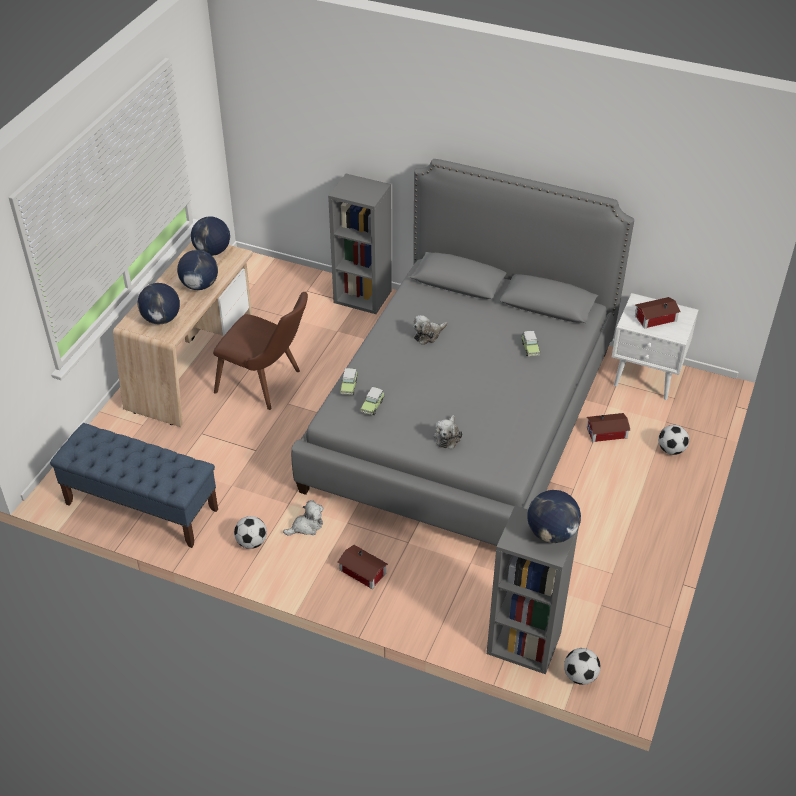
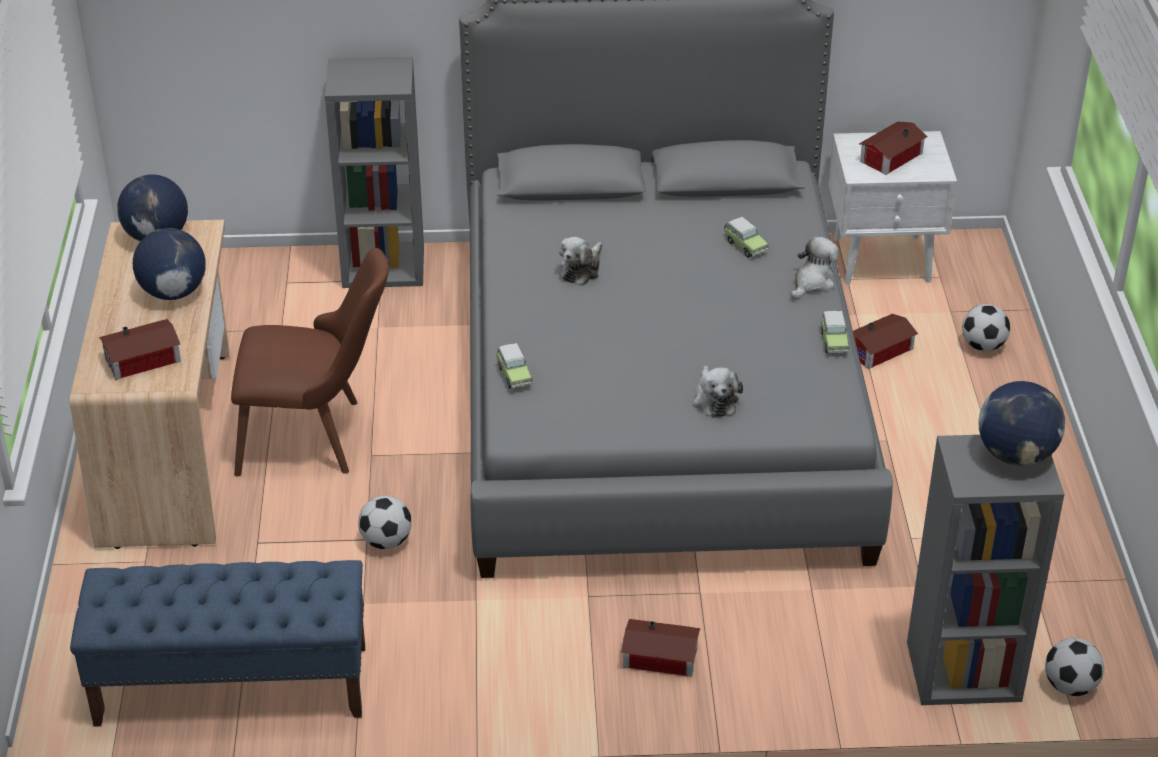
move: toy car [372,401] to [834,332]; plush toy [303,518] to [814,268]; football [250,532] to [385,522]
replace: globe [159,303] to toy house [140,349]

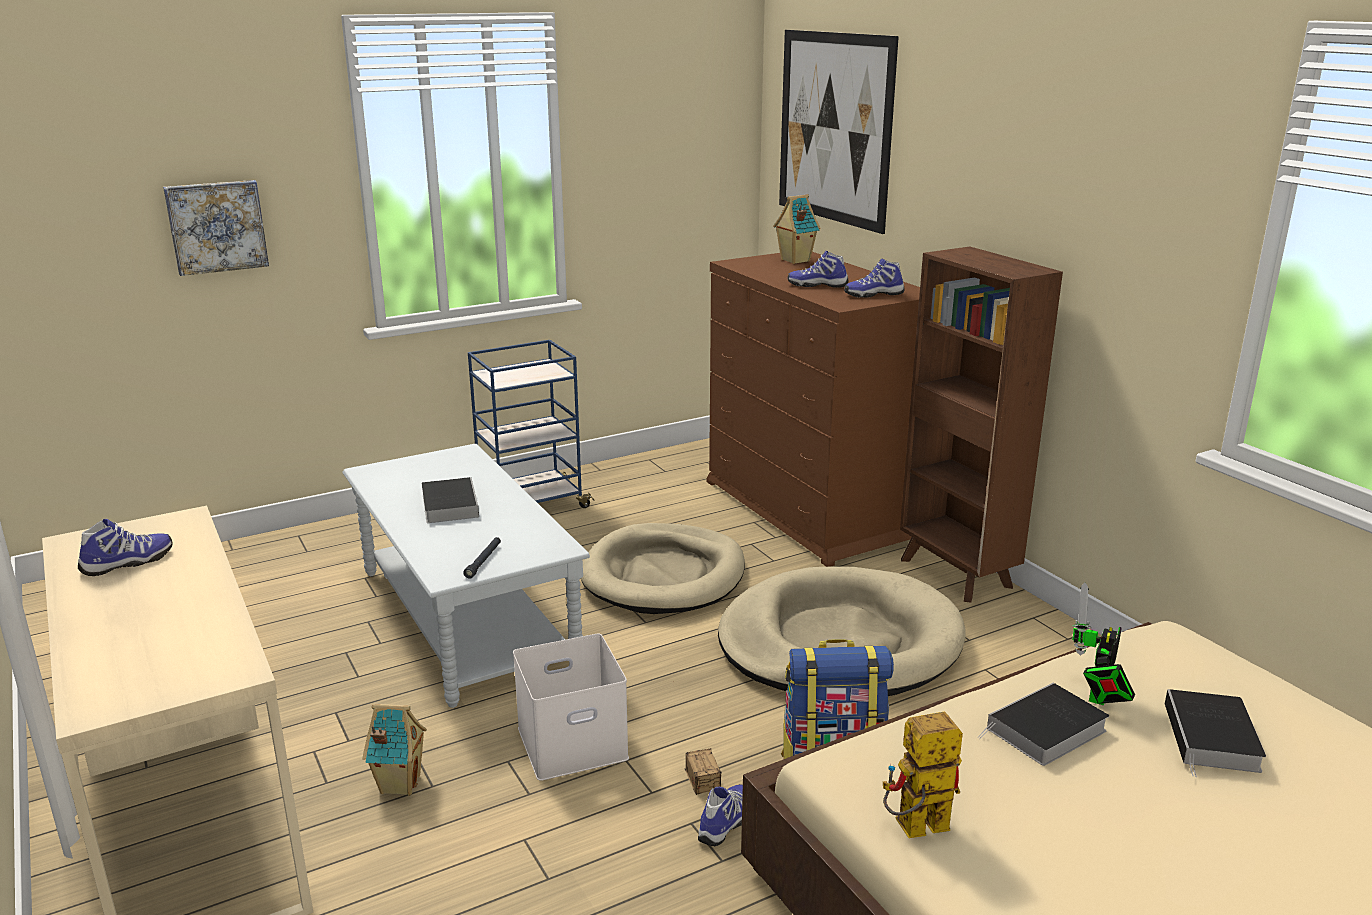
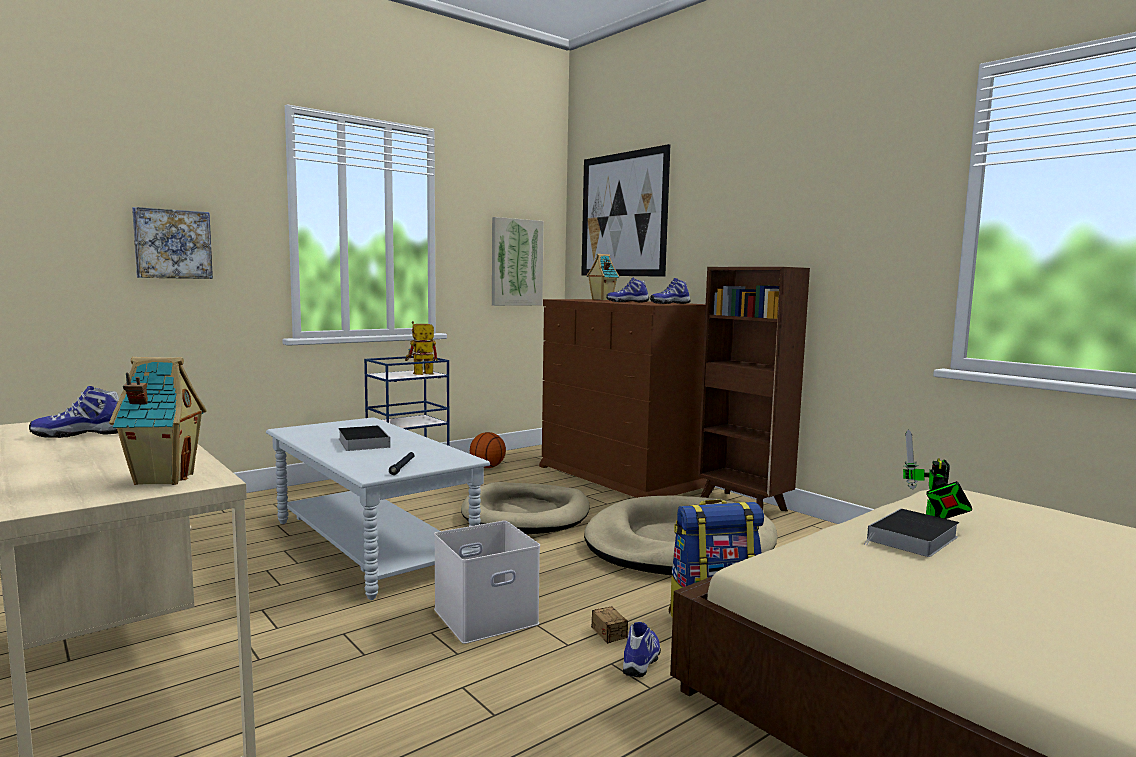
delete: book [1215,733]
insert: picture [518,261]; basketball [488,450]
move: toy house [394,750] to [158,421]; toy robot [923,774] to [421,348]
rotate: shoe [125,547] = [74,412] 150 degrees counterclockwise

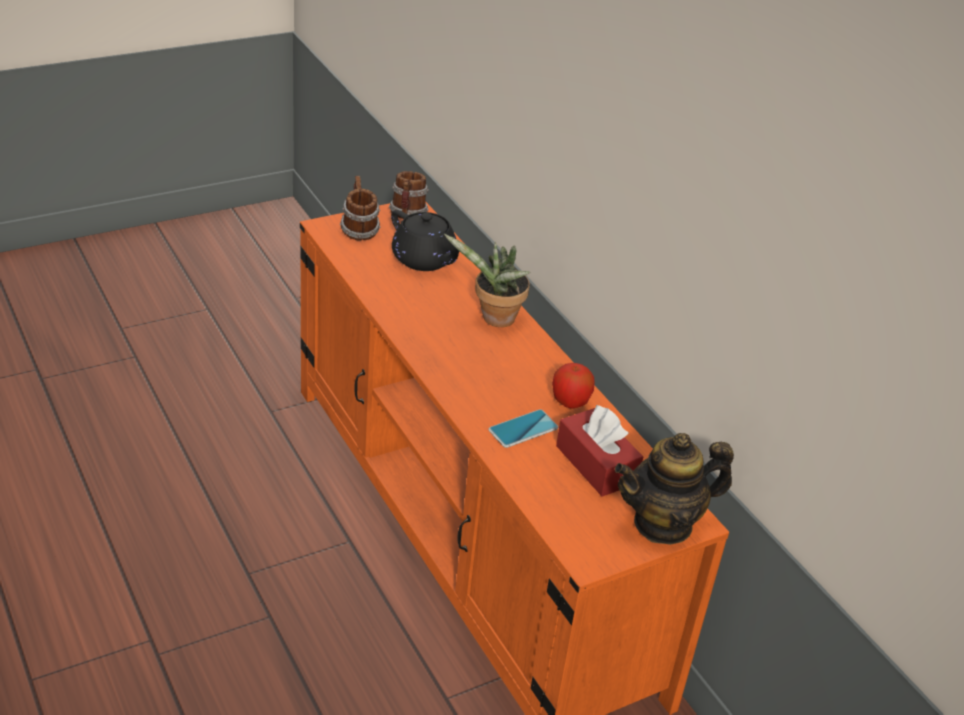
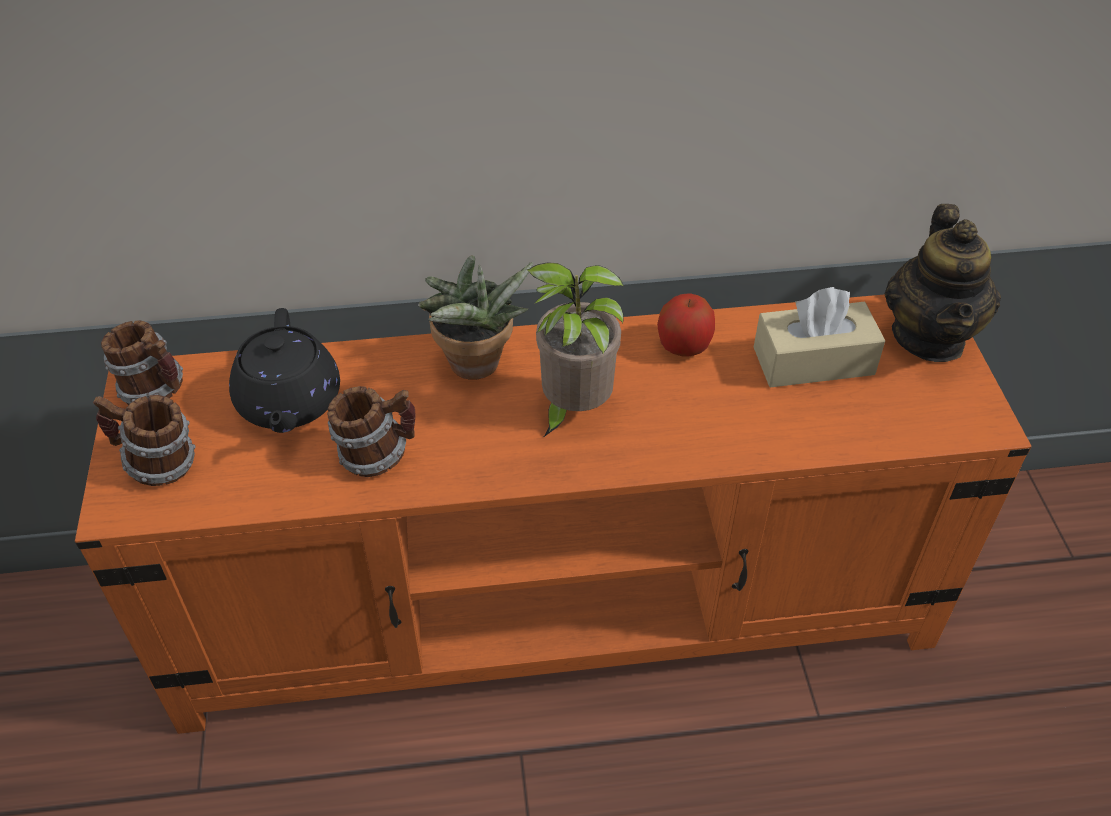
delete: phone [523,428]
insert: potted plant [575,350]; mug [371,431]
recolor: tissue box/red [599,451] to tissue box/beige [819,337]
rotate: teapot/black [425,240] = [284,370] 105 degrees clockwise

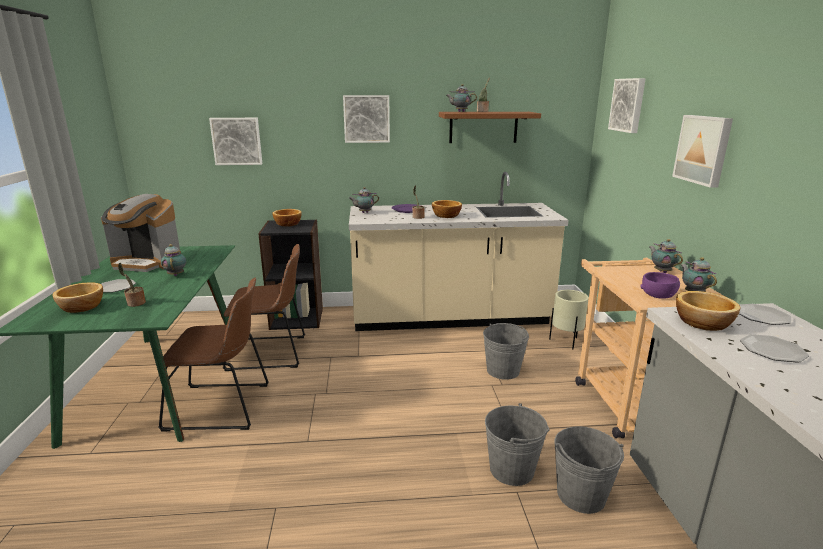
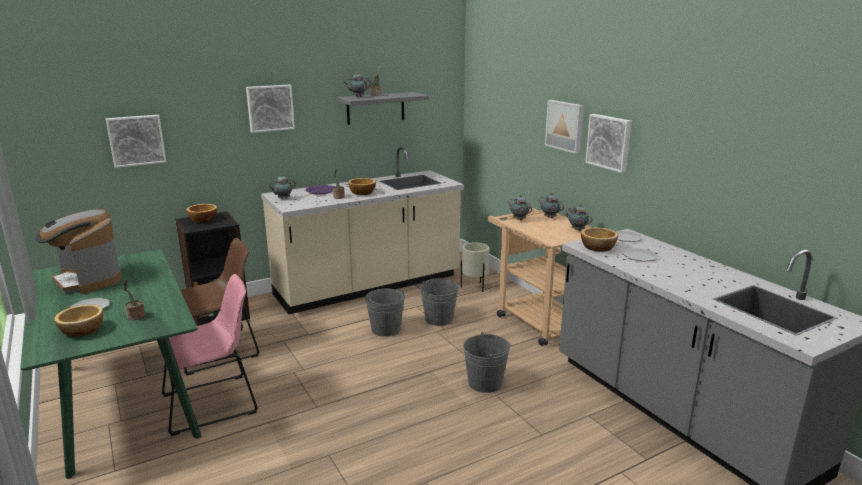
delete: bowl/purple [660,285]
move: picture [627,105] to [608,143]; teapot [173,260] to [519,207]; bucket/grey [589,470] to [385,313]
recolor: shelf/brown [490,127] to shelf/grey [382,108]; chair/brown [213,354] to chair/pink [209,355]
rotate: coffee machine [141,233] = [78,251] 60 degrees clockwise

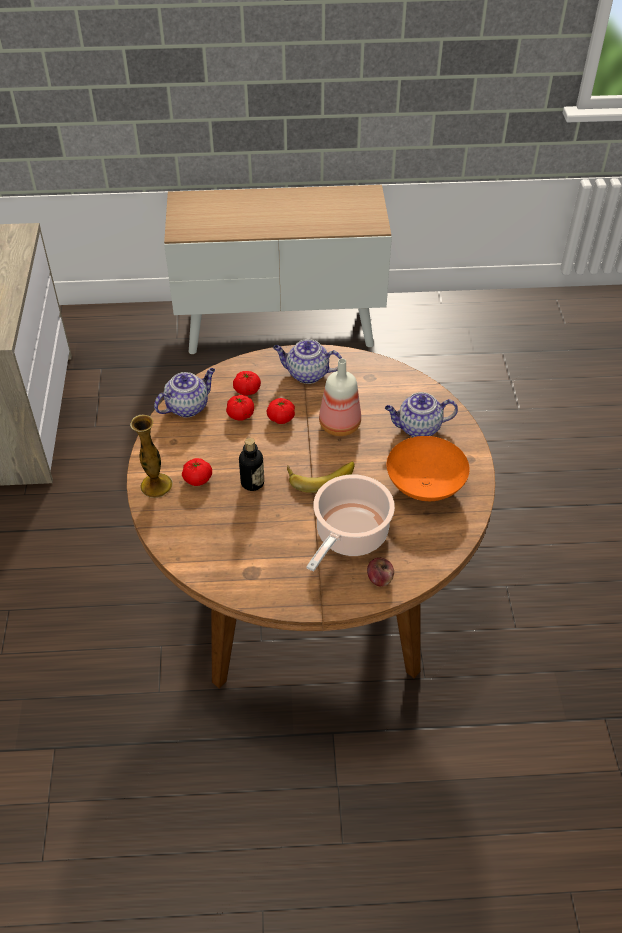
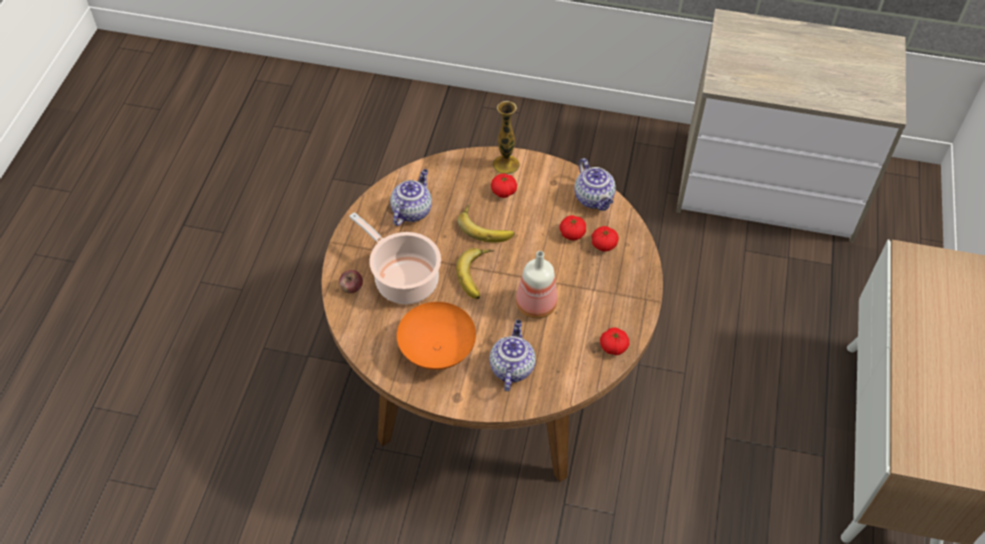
move: teapot [307,361] to [411,197]; tomato [281,411] to [614,341]
replace: bottle [251,464] to banana [486,223]

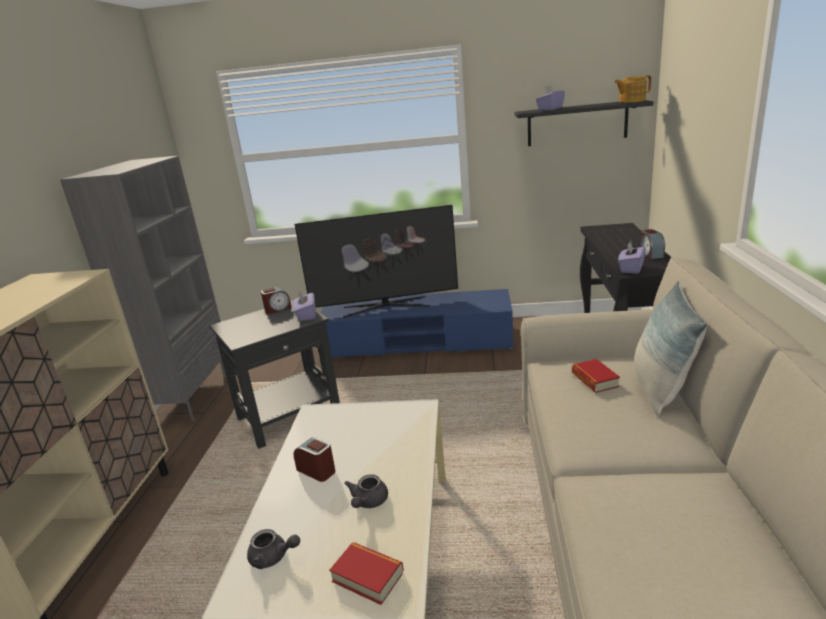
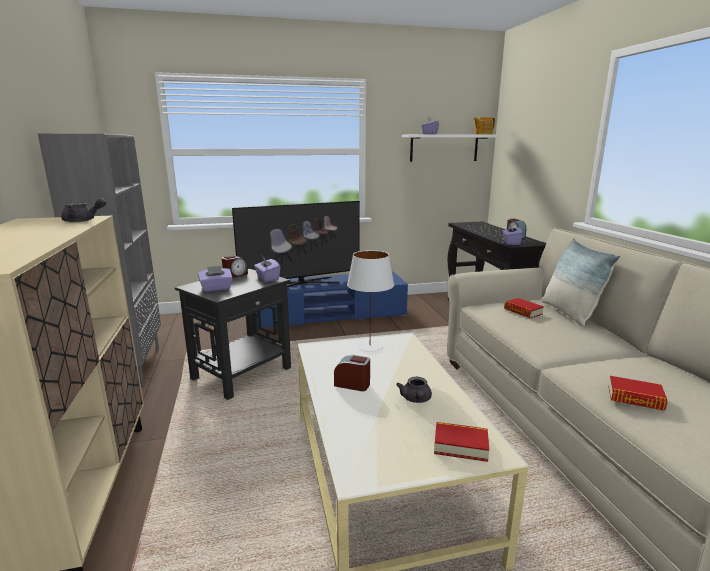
insert: table lamp/white [370,301]; tissue box/purple [215,279]; book [637,393]
move: teapot/grey [273,549] to [83,210]
recolor: shelf/black [583,123] to shelf/white [450,148]

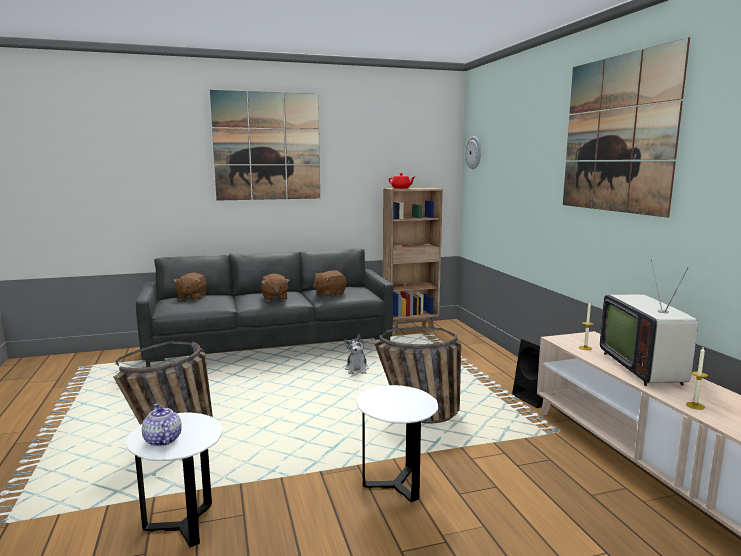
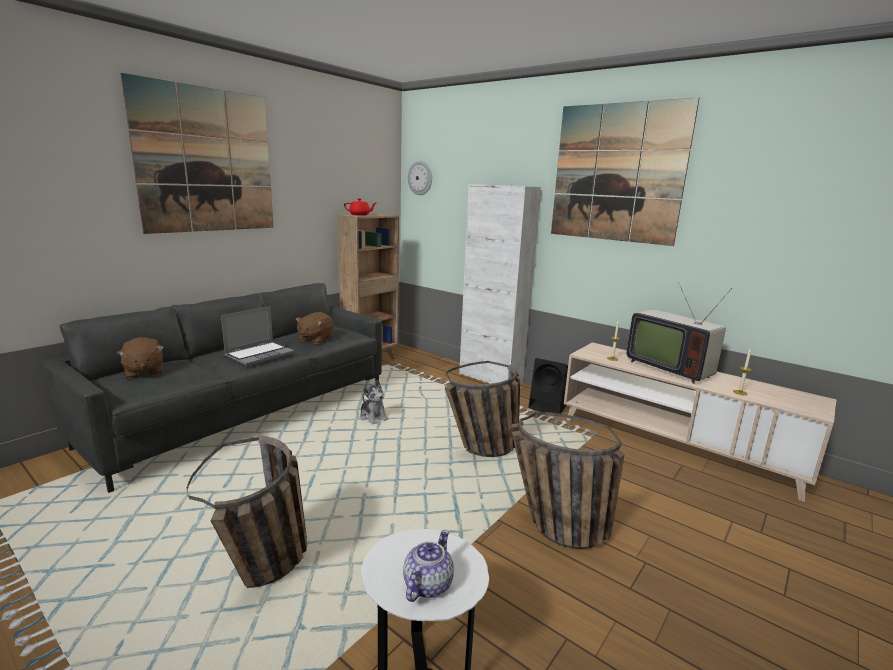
insert: cabinet/white [500,284]
replace: plush toy/brown [275,287] to laptop [257,336]; side table/white [397,443] to basket [568,480]
rotate: teapot [162,425] = [428,566] 90 degrees clockwise

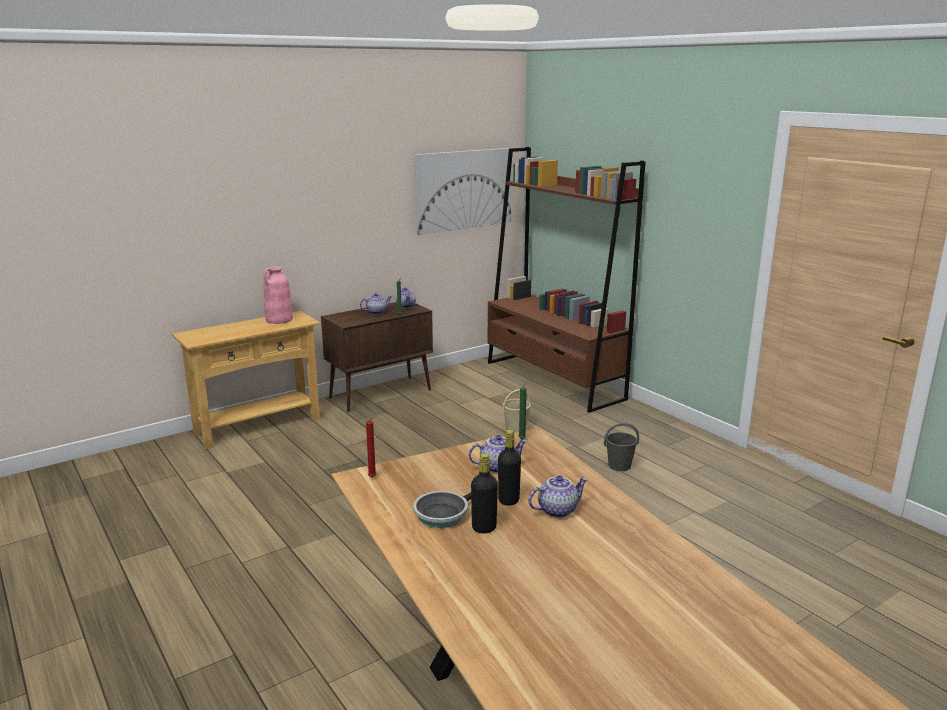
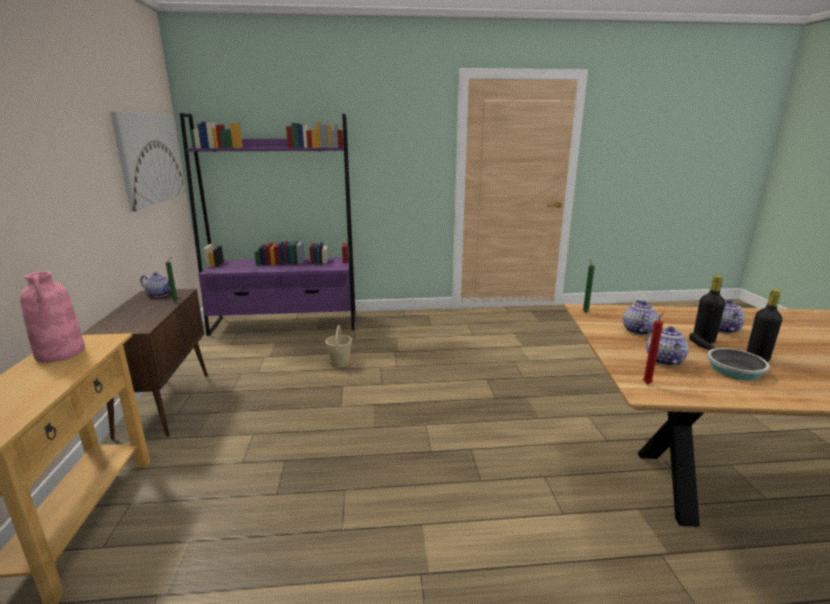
delete: bucket/grey [621,447]
move: teapot [376,304] to [667,346]
recolor: bookcase/brown [566,280] to bookcase/purple [267,224]

